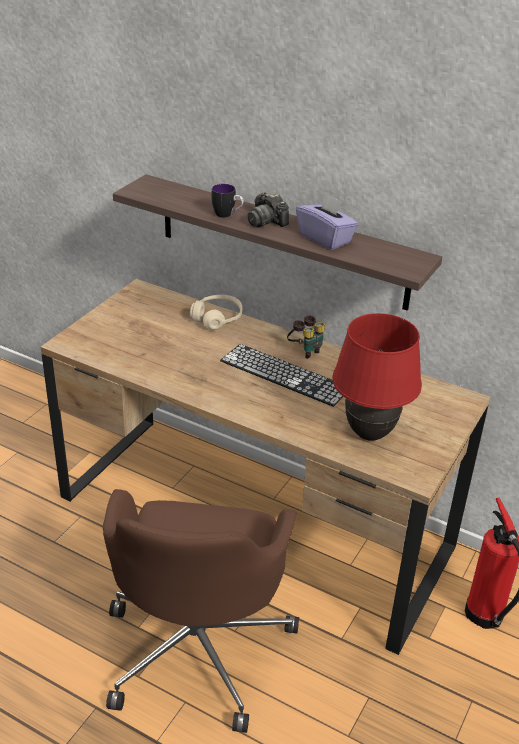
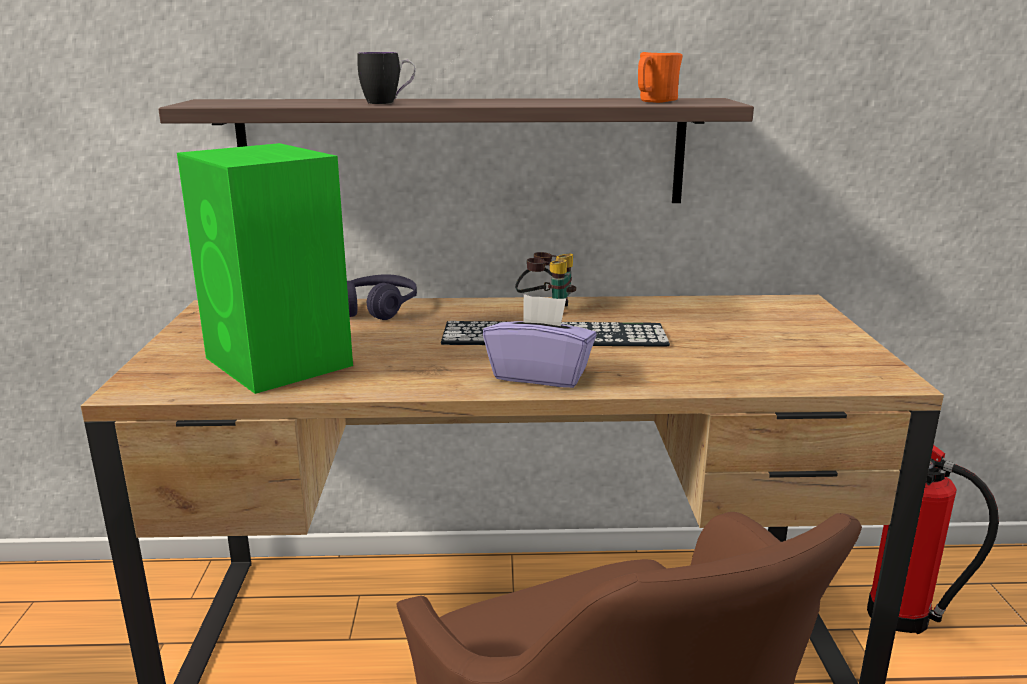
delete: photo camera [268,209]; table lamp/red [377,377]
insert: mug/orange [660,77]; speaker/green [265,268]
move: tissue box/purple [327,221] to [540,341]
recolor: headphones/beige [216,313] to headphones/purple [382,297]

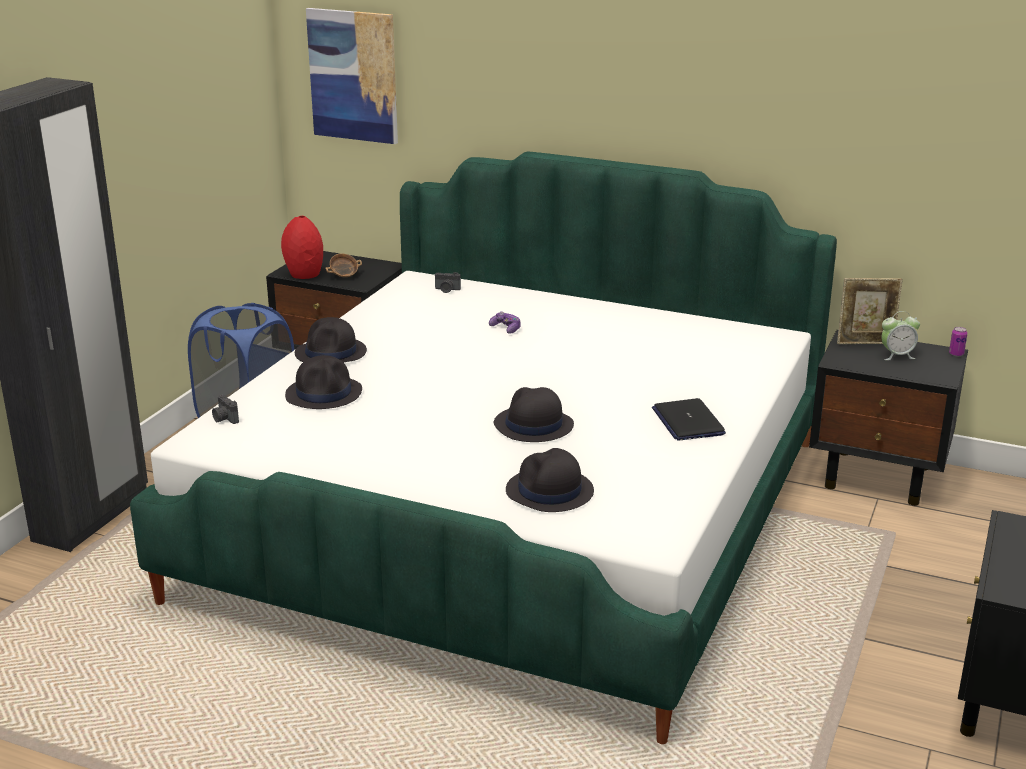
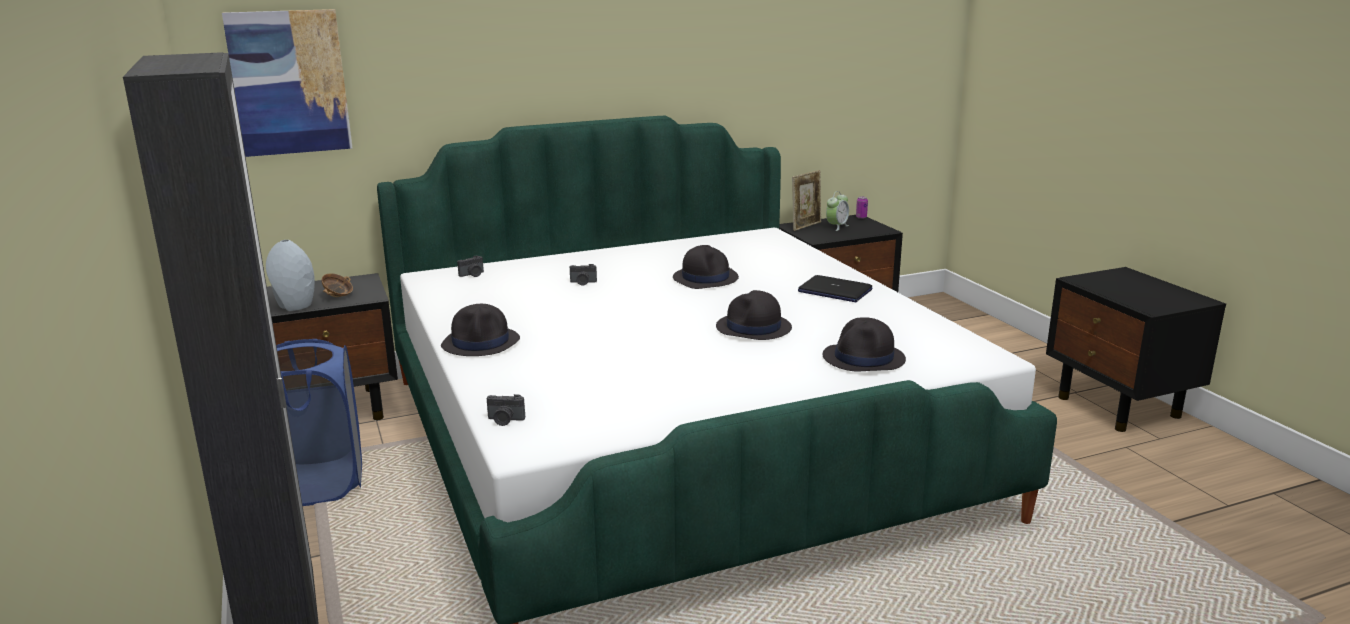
move: hat/black [323,382] to [706,267]
replace: game controller [505,322] to photo camera [583,275]
recolor: vase/red [302,247] to vase/grey [290,275]

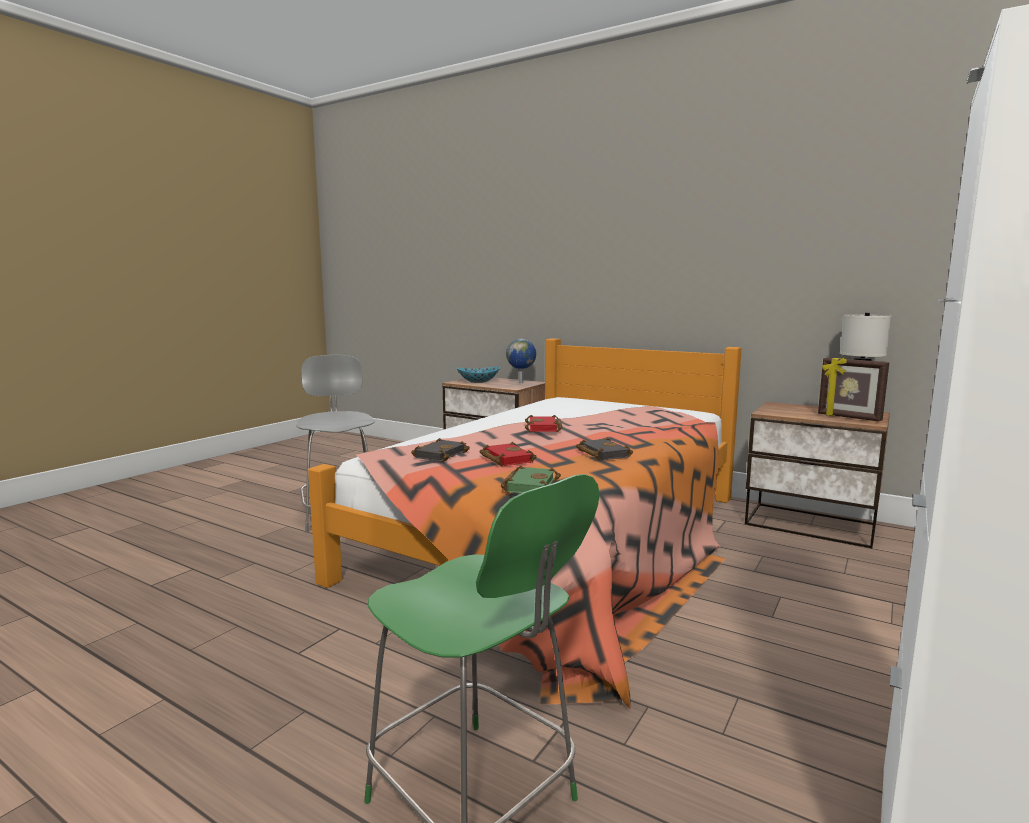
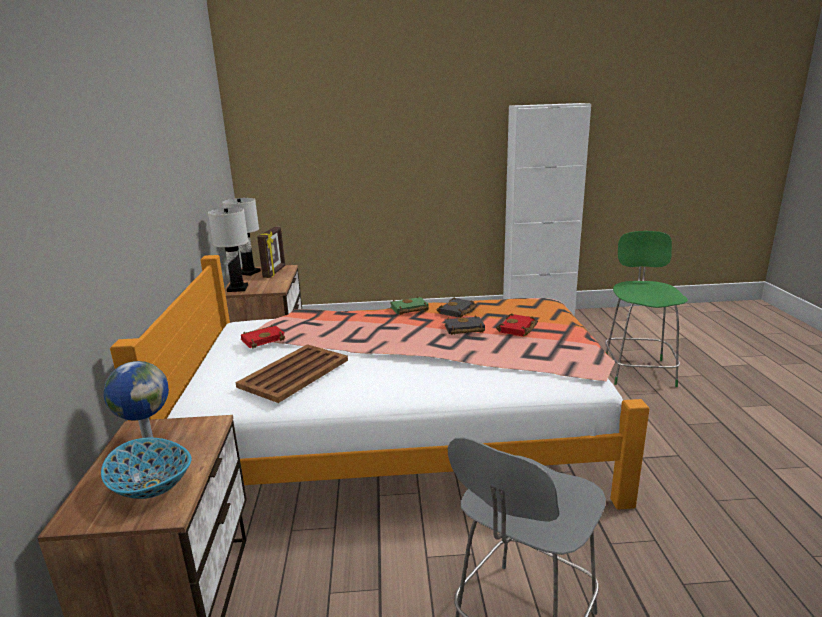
insert: table lamp/white [228,250]; tray/brown [291,373]
move: book/red [543,423] to [263,337]; book/black [440,450] to [464,325]; book/green [531,479] to [409,305]

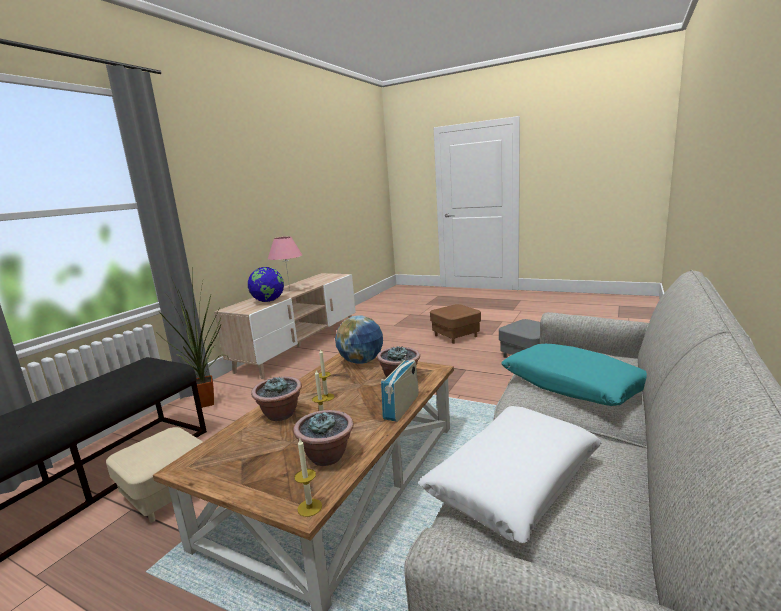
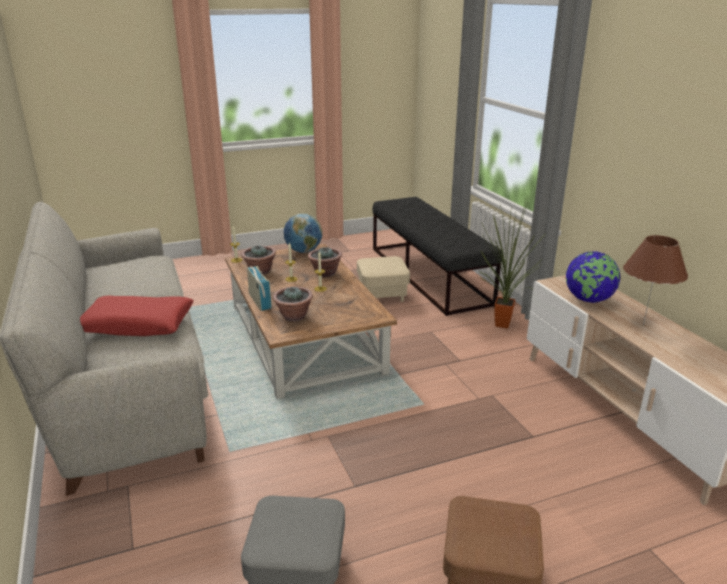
delete: pillow/white [510,475]
move: globe [359,339] to [303,233]
recolor: table lamp/pink [285,263] to table lamp/brown [655,280]; pillow/turquoise [574,375] to pillow/red [137,316]

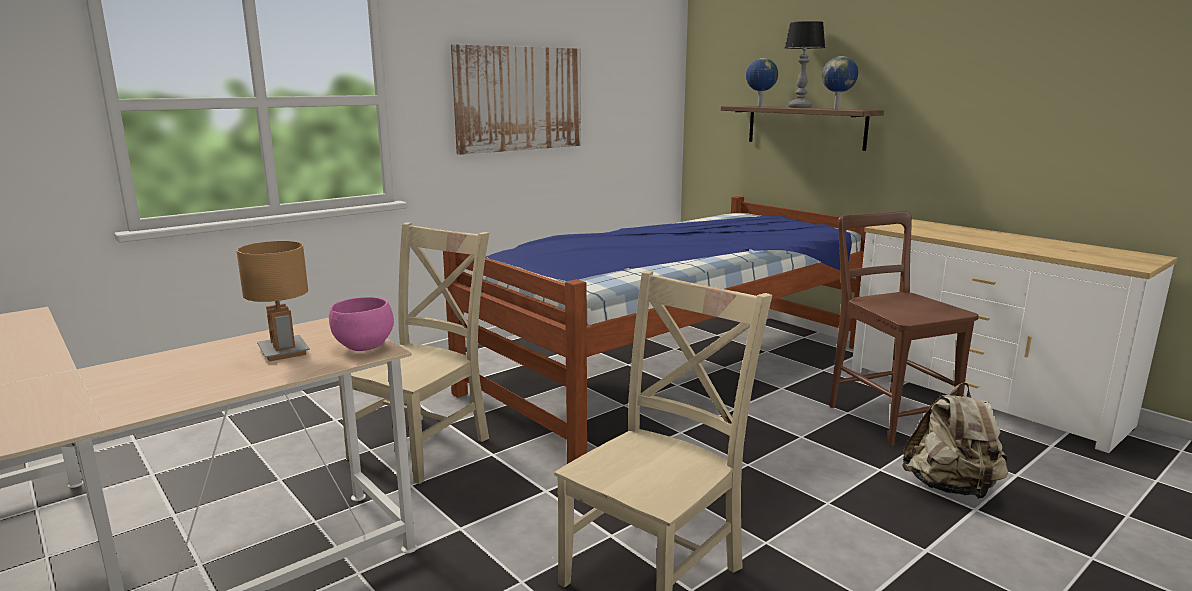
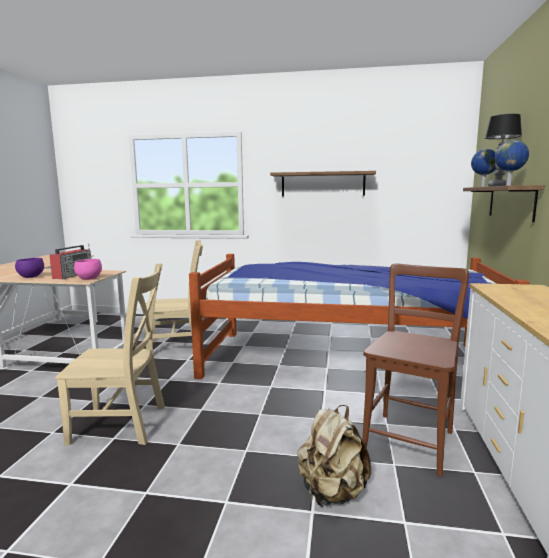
insert: bowl/purple [29,268]
replace: picture [516,99] to shelf [323,183]; table lamp/brown [273,301] to radio [70,261]

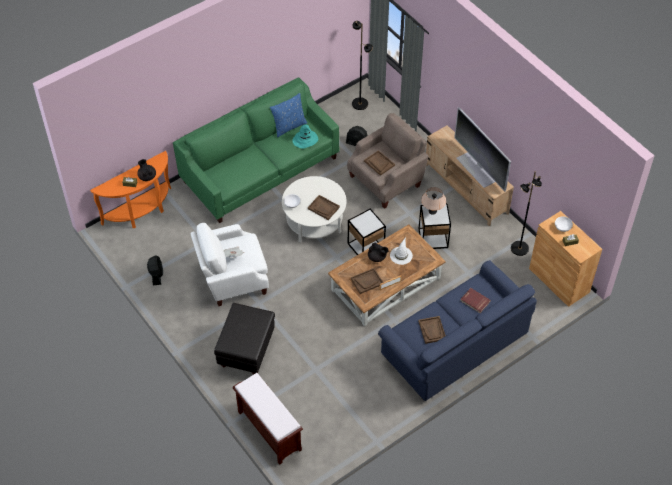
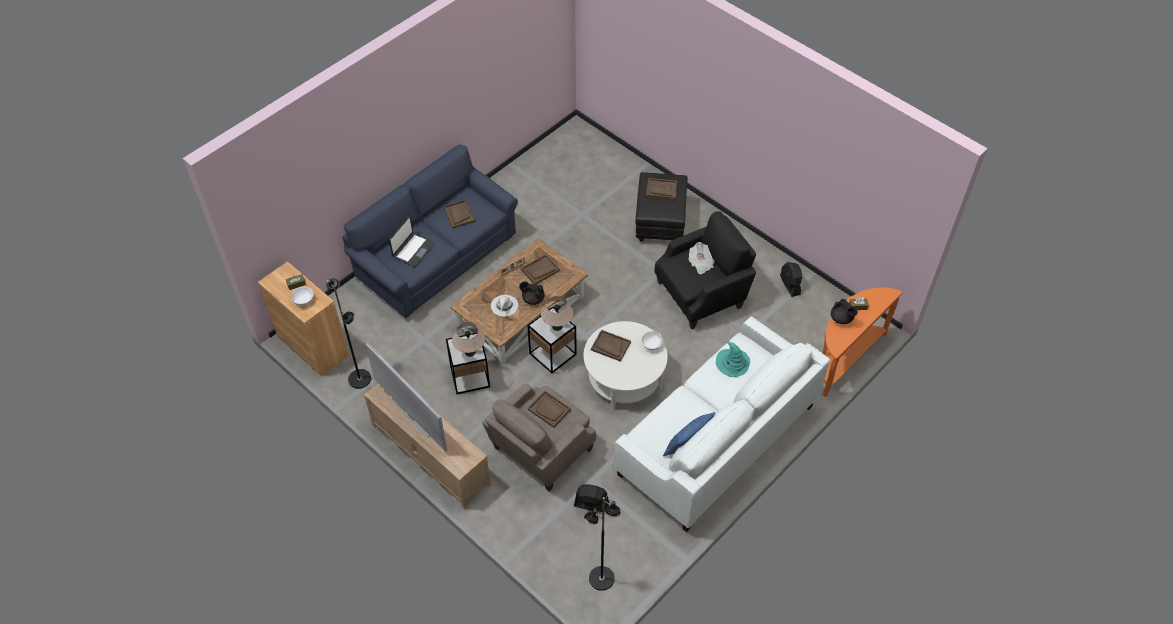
delete: bench/brown [268,419]
insert: tray/brown [662,189]; table lamp/beige [557,313]
move: hat/turquoise [305,136] to [733,358]
replace: book/red [475,300] to laptop [412,241]
recolor: sofa/green [256,150] to sofa/white [721,424]; armchair/white [230,264] to armchair/black [705,270]

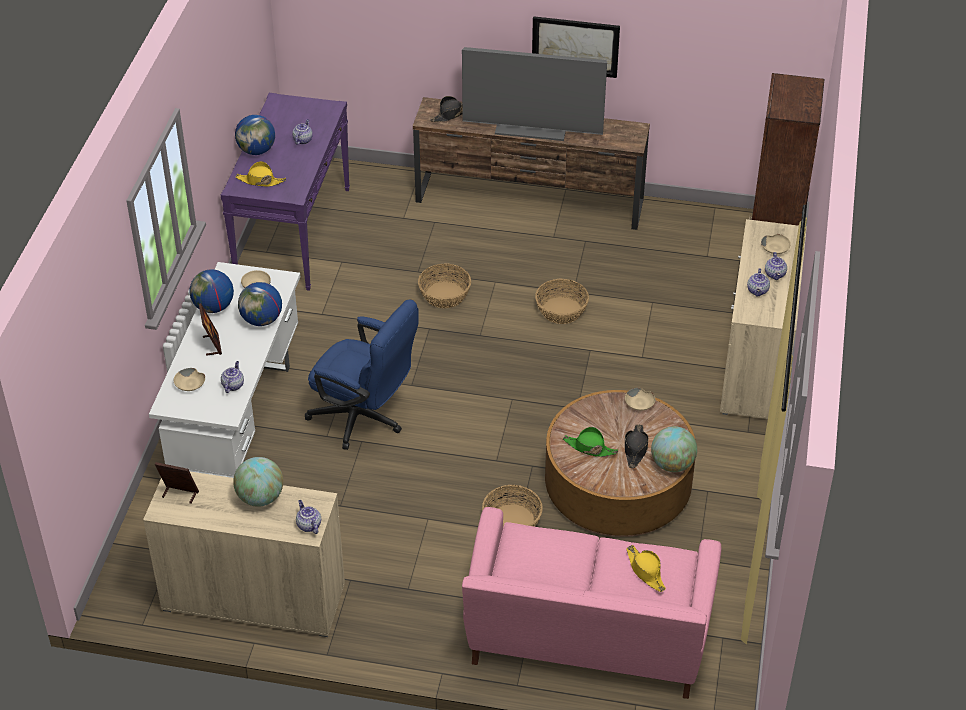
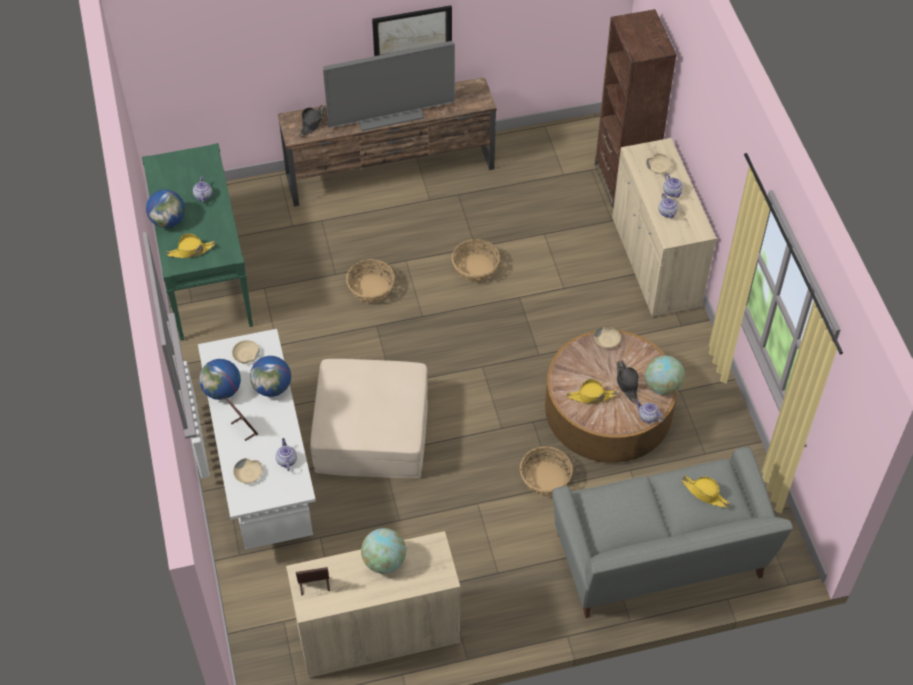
move: teapot [308,517] to [649,411]
replace: office chair/blue [362,374] to ottoman/beige [369,418]
recolor: console table/purple [285,192] to console table/green [197,242]; hat/green [590,442] to hat/yellow [592,391]; sofa/pink [592,603] to sofa/grey [672,532]

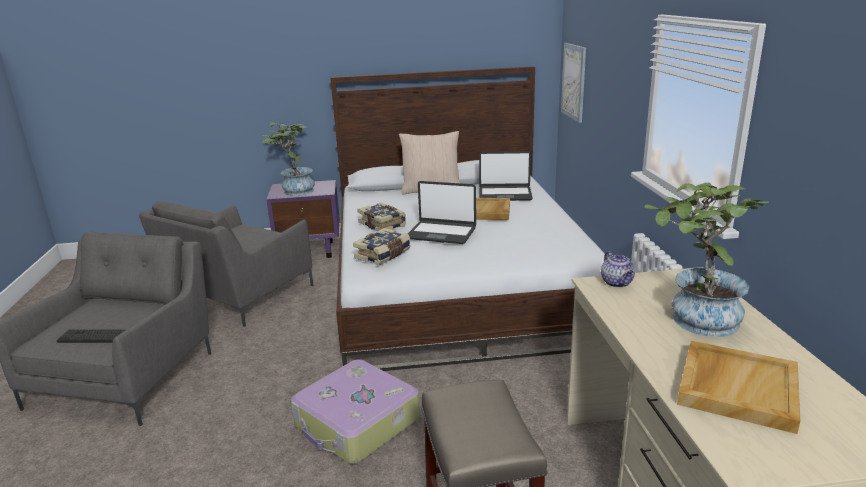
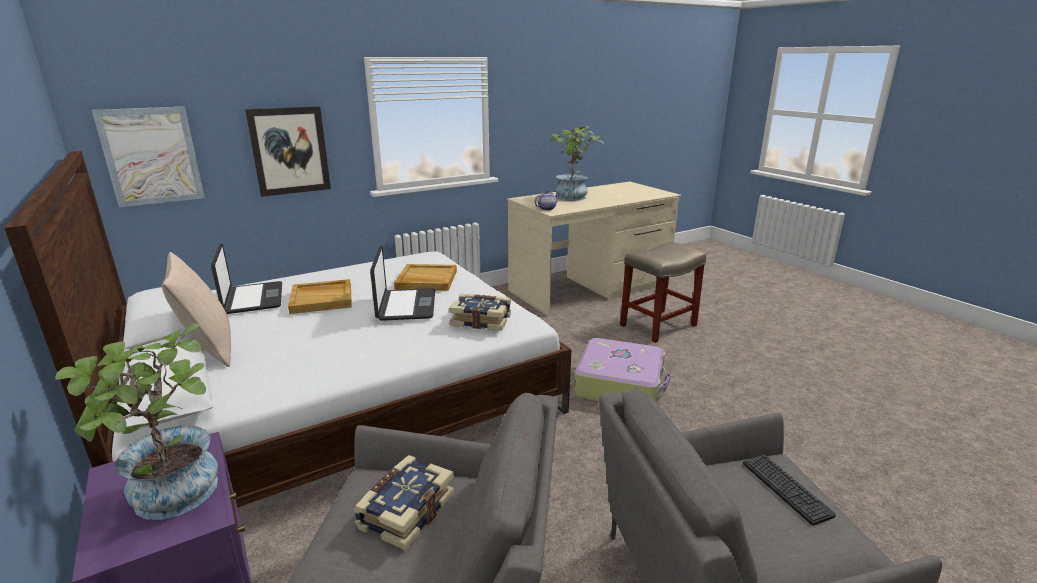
insert: picture [288,151]
move: book [381,216] to [404,502]; tray/beige [738,387] to [425,277]

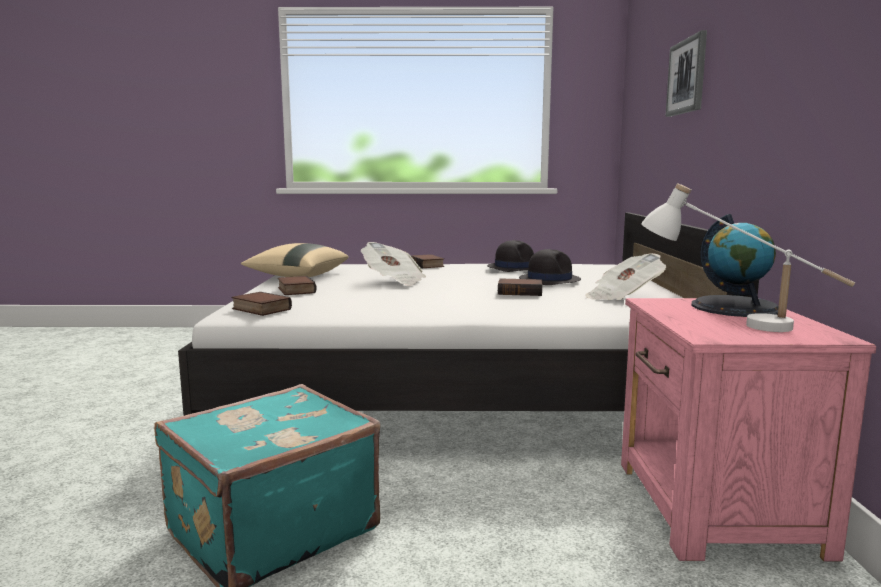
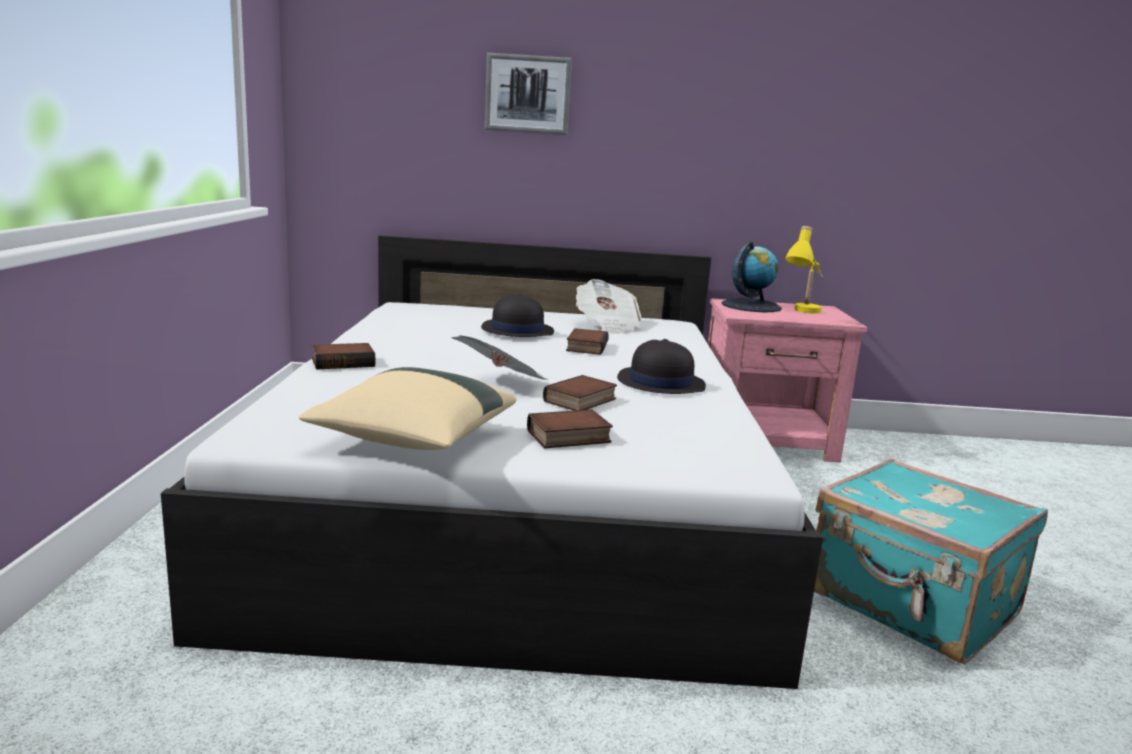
move: hat/black [510,256] to [661,366]; book [262,304] to [580,393]
recolor: table lamp/white [748,257] to table lamp/yellow [804,270]

